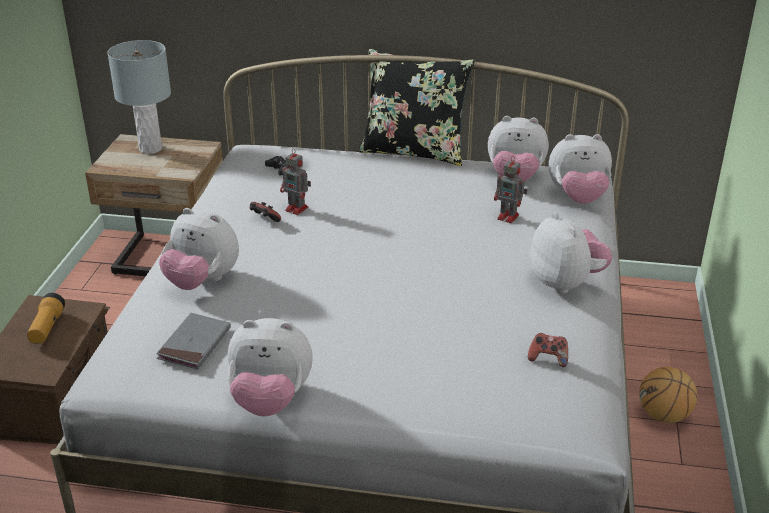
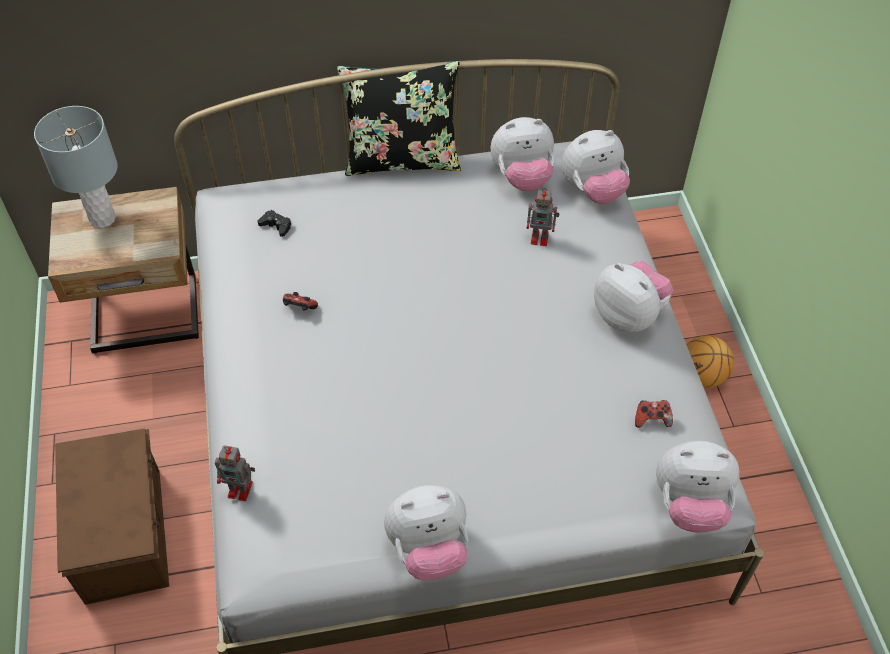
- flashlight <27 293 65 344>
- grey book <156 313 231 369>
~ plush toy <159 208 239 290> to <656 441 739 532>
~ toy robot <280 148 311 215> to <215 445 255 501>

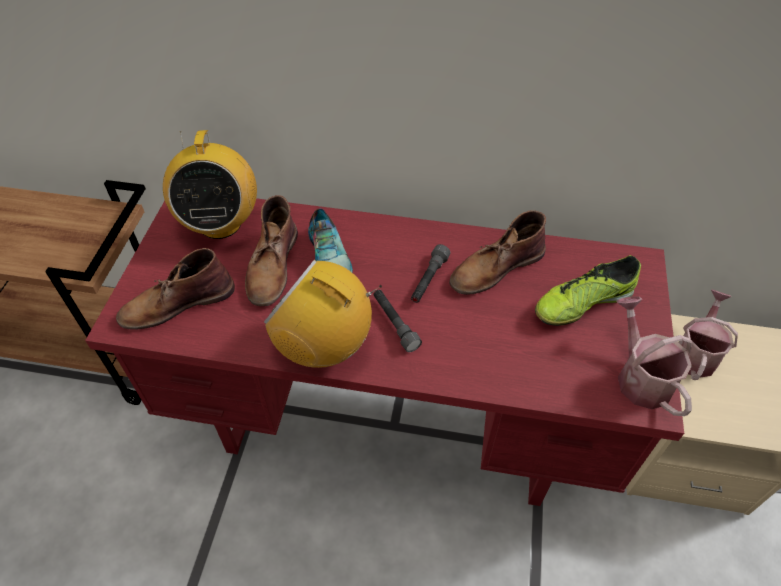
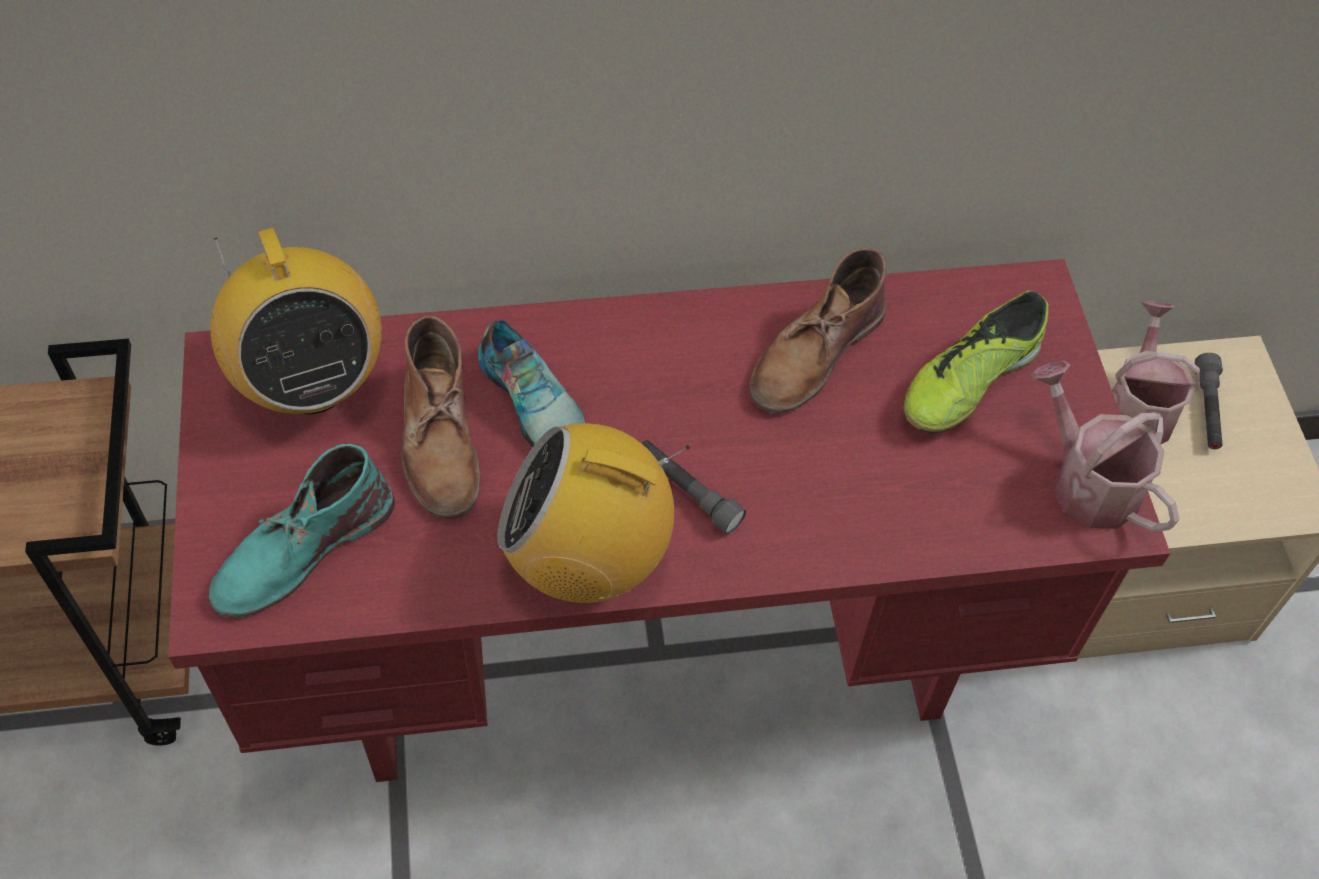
~ brown boot <116 248 235 330> to turquoise boot <208 444 395 618>
~ grey flashlight <411 244 450 303> to <1195 353 1223 449>

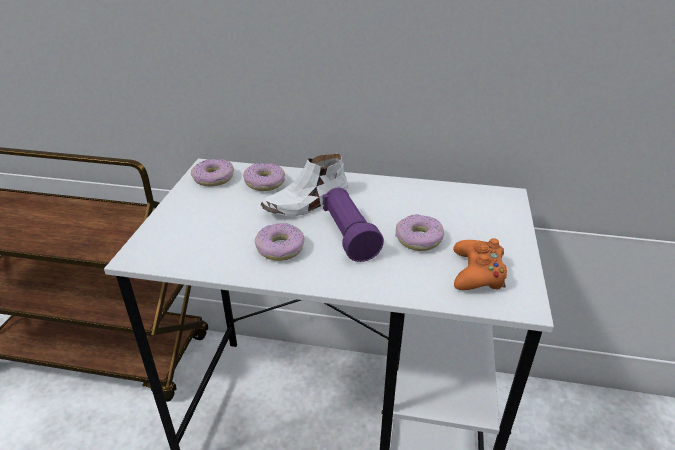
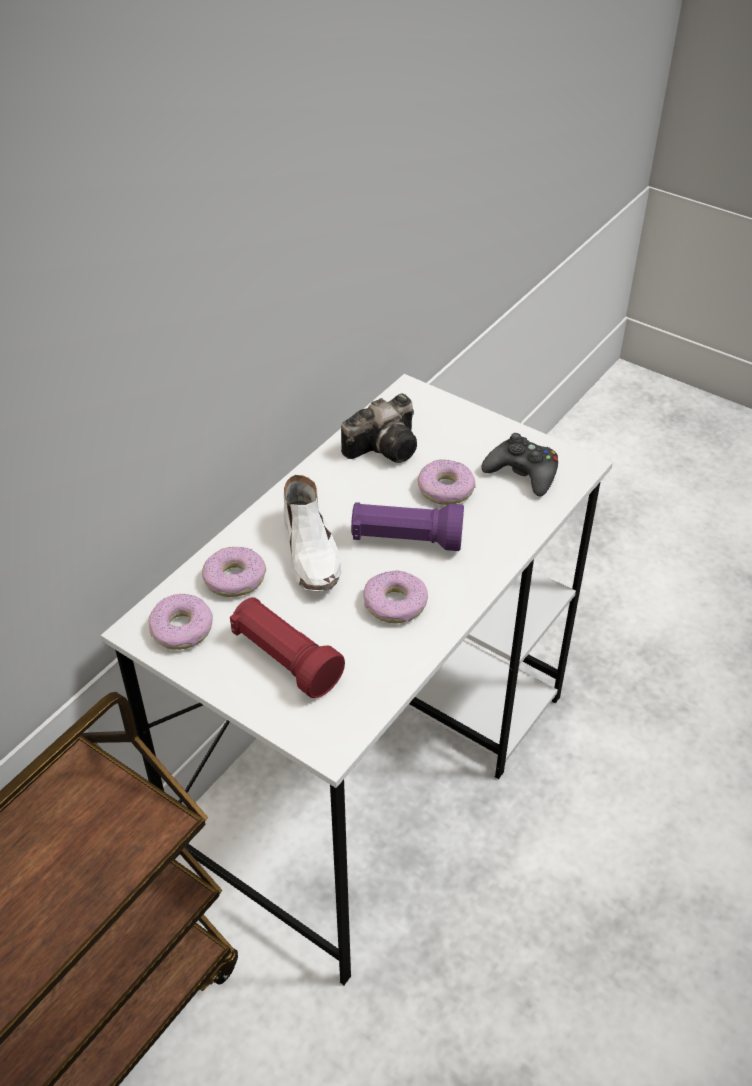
~ orange game controller <453 238 507 290> to black game controller <481 433 558 497>
+ red flashlight <230 597 345 698>
+ photo camera <341 394 417 463>

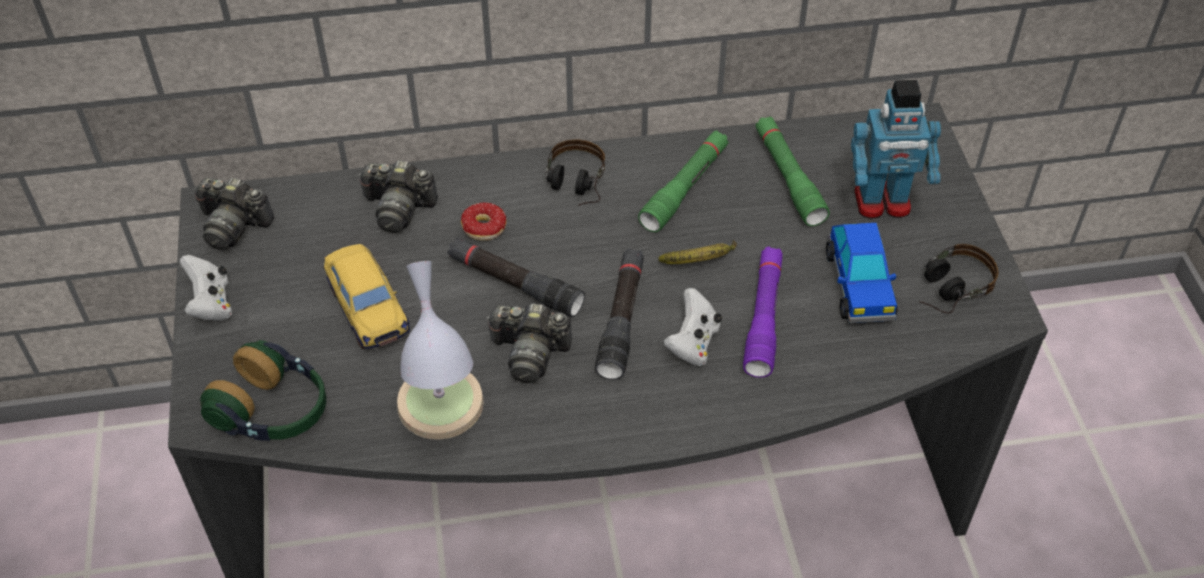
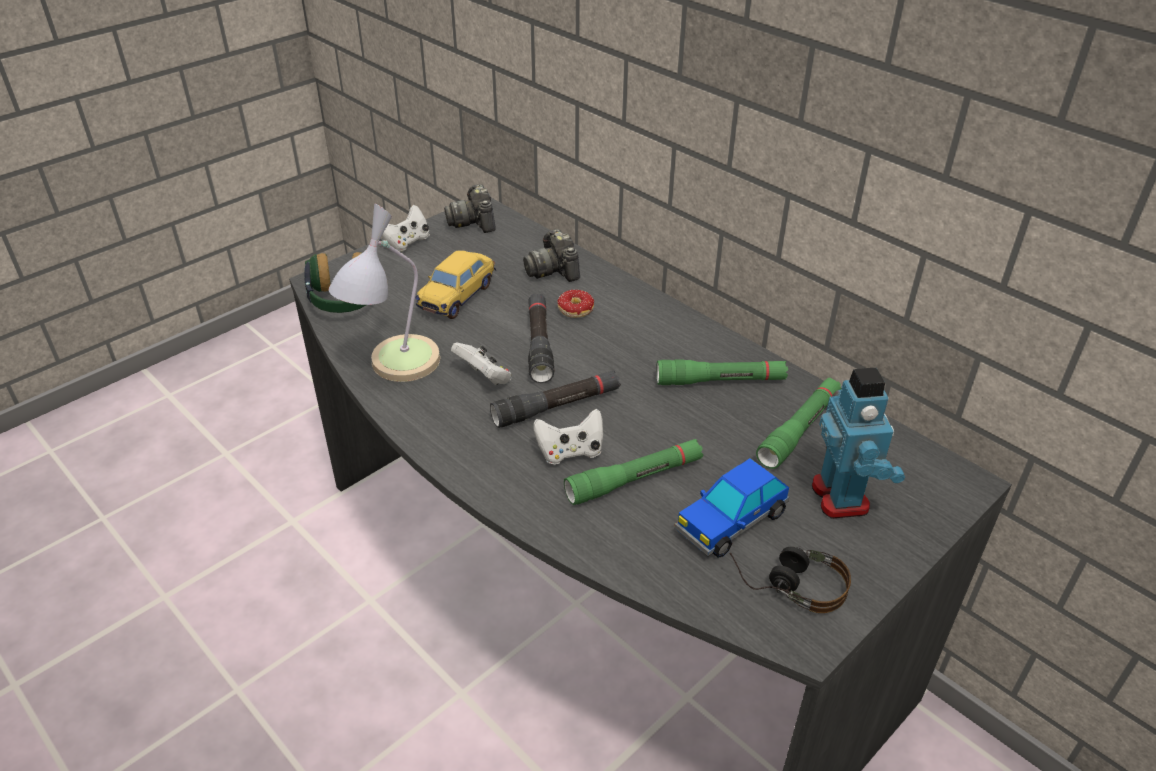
~ photo camera <487 303 572 383> to white game controller <451 342 511 385>
- headphones <545 139 605 206>
- banana <658 240 737 264>
~ purple flashlight <743 246 783 378> to green flashlight <564 439 703 505>
~ toy robot <851 80 941 219> = <812 368 905 519> 150 degrees counterclockwise

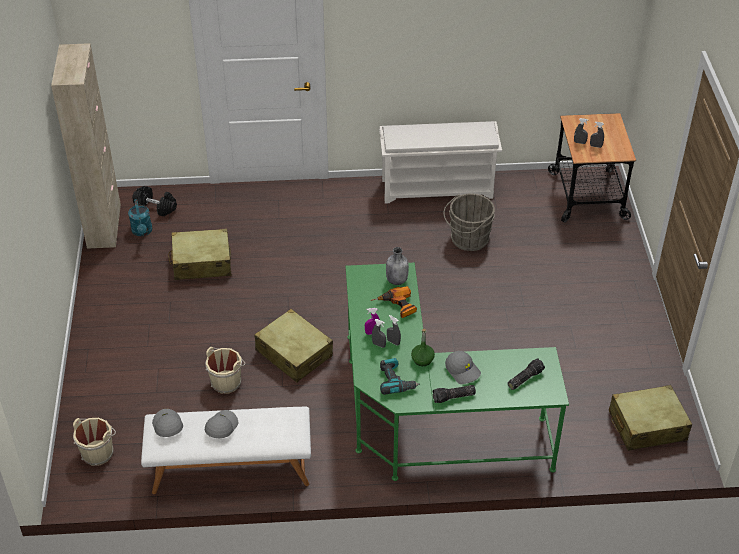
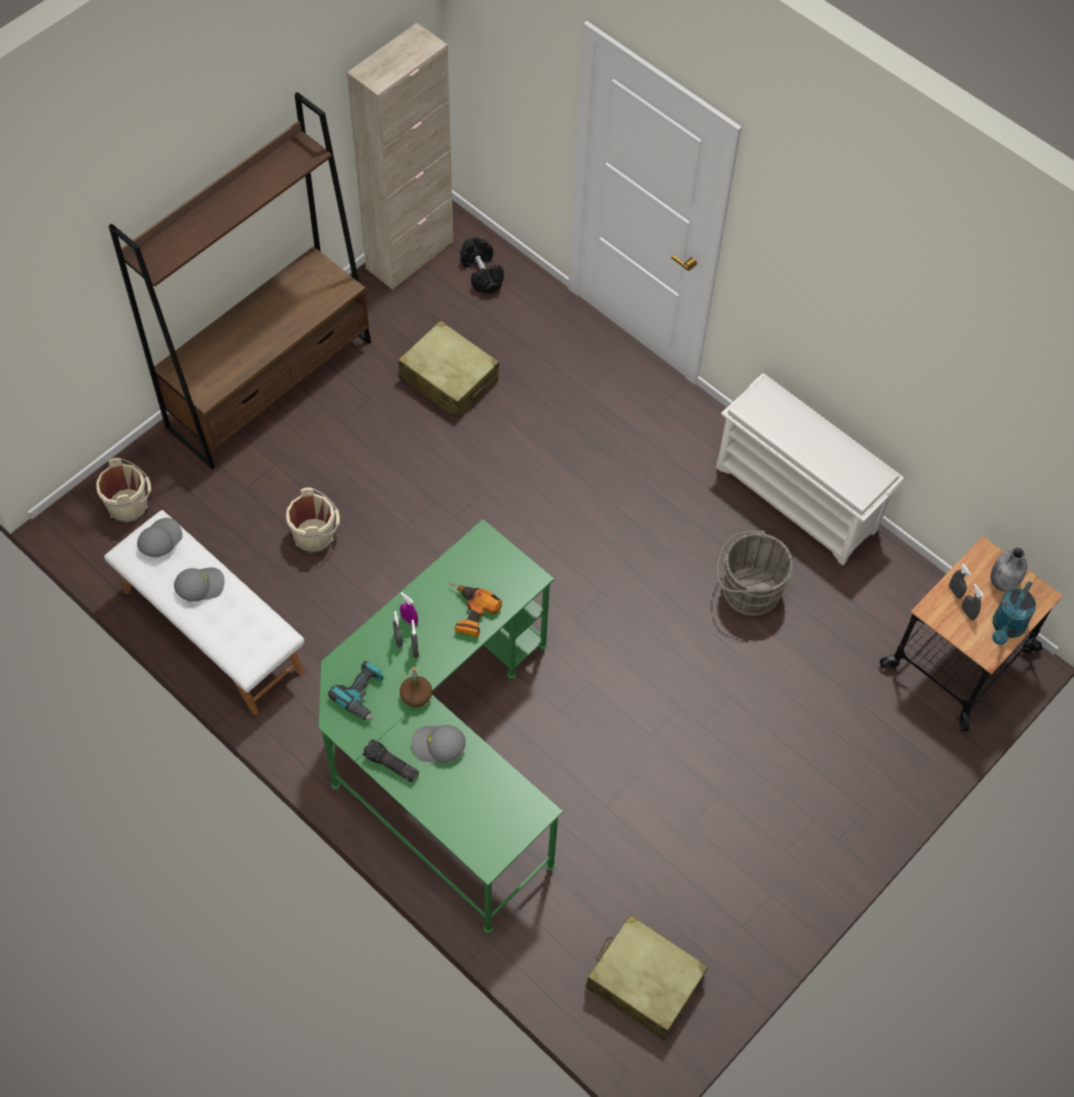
~ turquoise watering can <128 199 153 236> to <992 581 1036 645>
- beige suitcase <255 309 333 382>
~ grey bottle <386 247 409 285> to <991 547 1027 592>
~ green bottle <411 329 435 366> to brown bottle <400 667 432 707>
~ grey cap <445 351 481 384> = <411 725 466 763> 90 degrees clockwise
- flashlight <507 358 545 390>
+ brown bookcase <109 92 371 469>

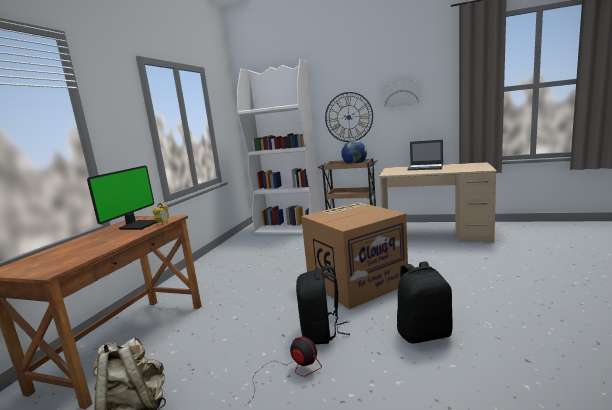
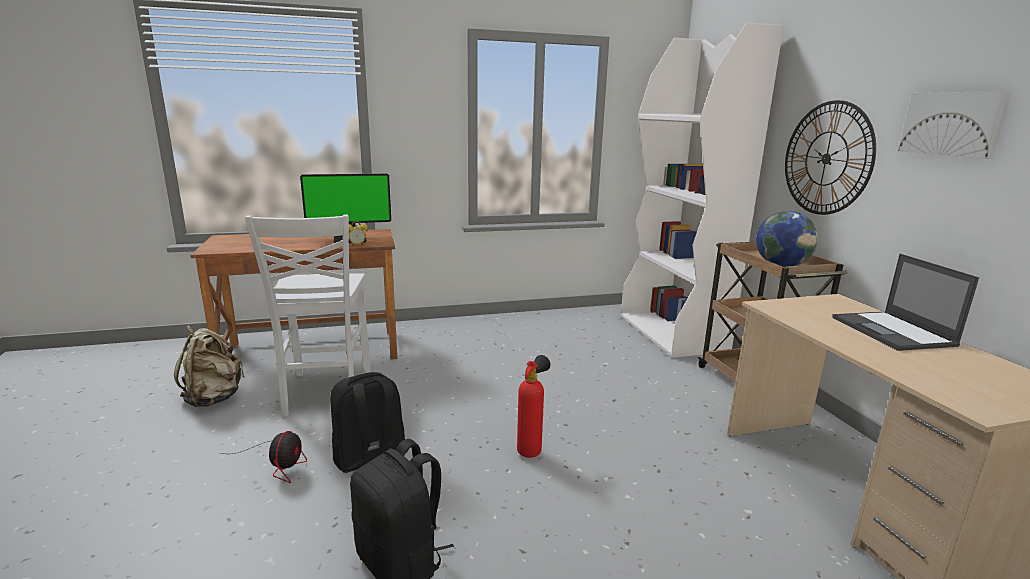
~ cardboard box <301 202 408 309> to fire extinguisher <517 355 550 458>
+ white chair <245 214 371 417>

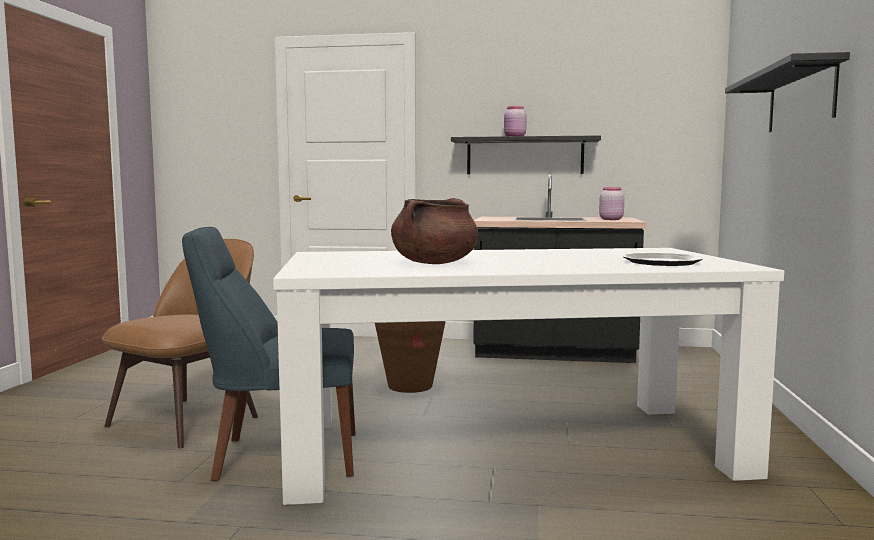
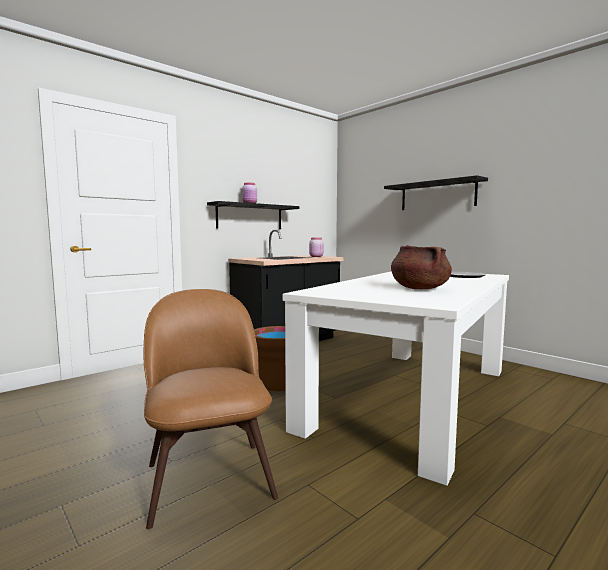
- blue chair <182 227 356 481>

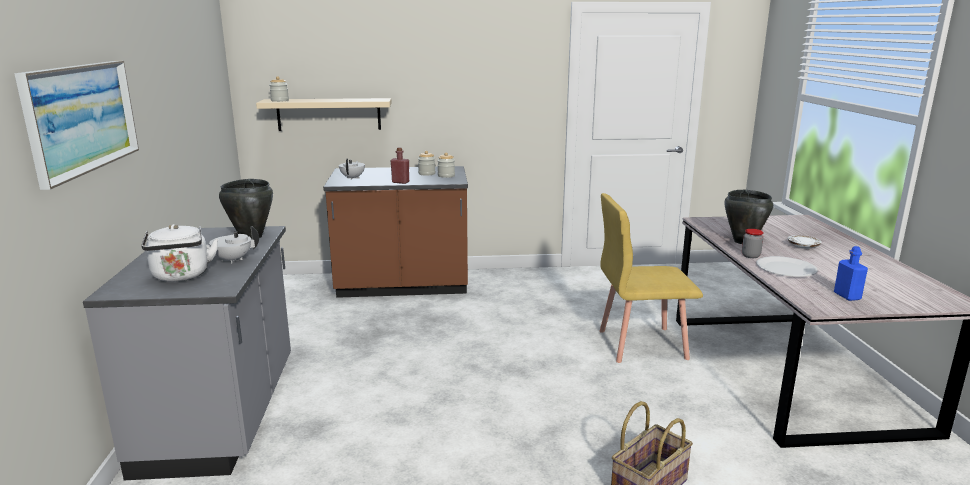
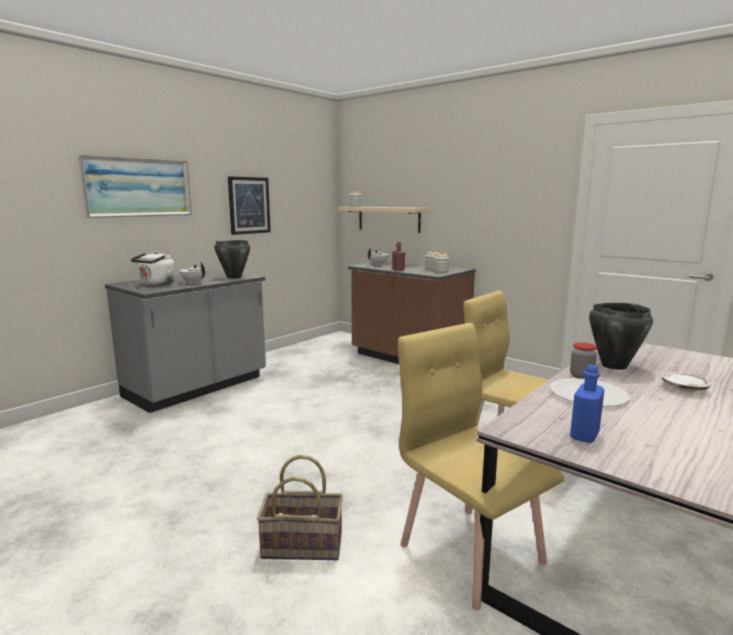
+ picture <228 176 271 235>
+ yellow chair <398 323 564 610>

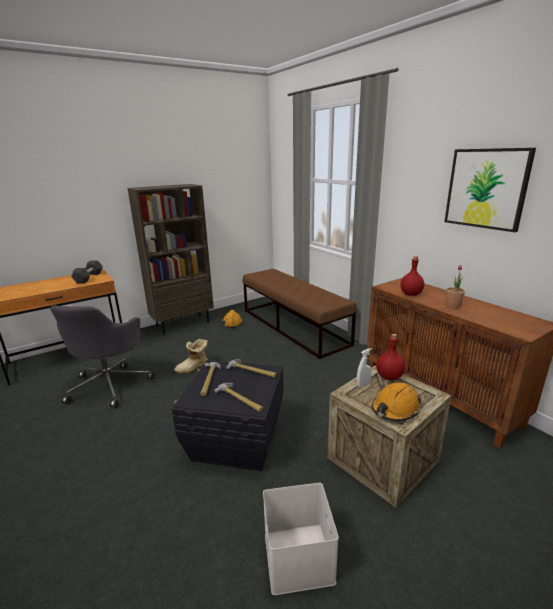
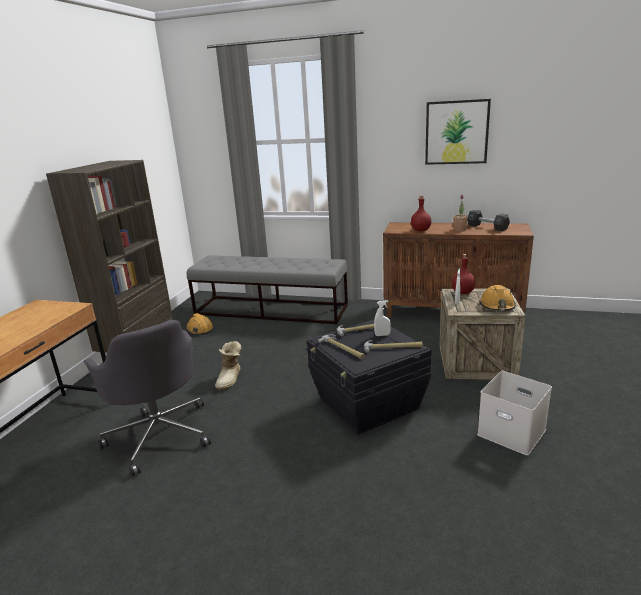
~ black dumbbell <71 260 103 283> to <467 210 510 232>
~ brown bench <243 269 357 359> to grey bench <187 255 348 325>
+ white spray bottle <374 300 391 336>

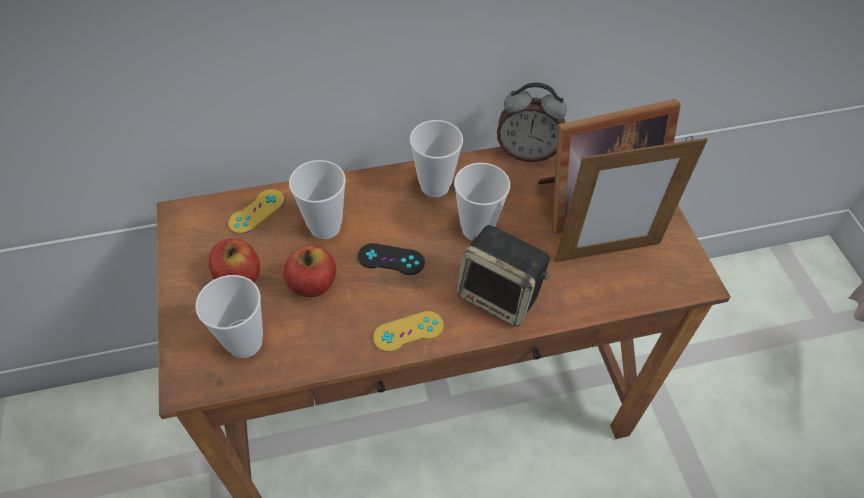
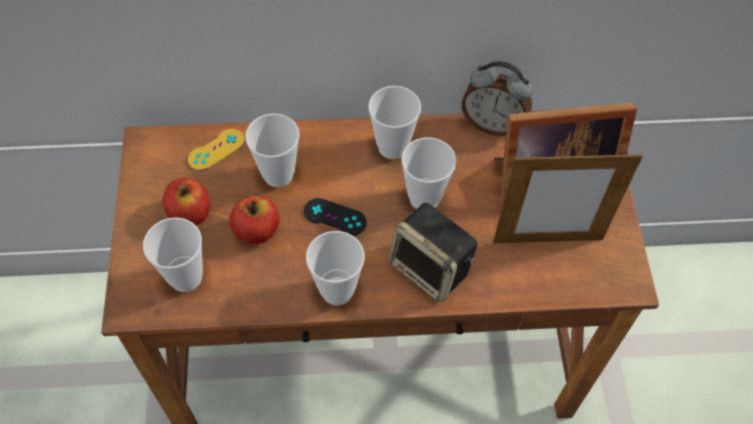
~ yellow game controller <373 311 443 352> to cup <306 231 365 305>

